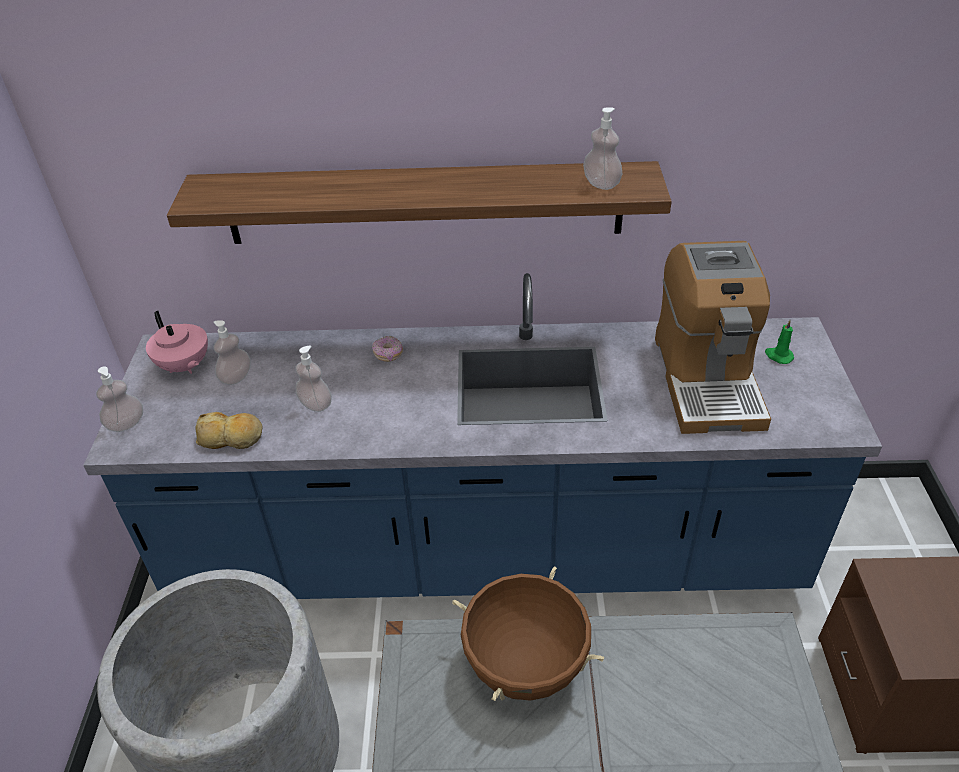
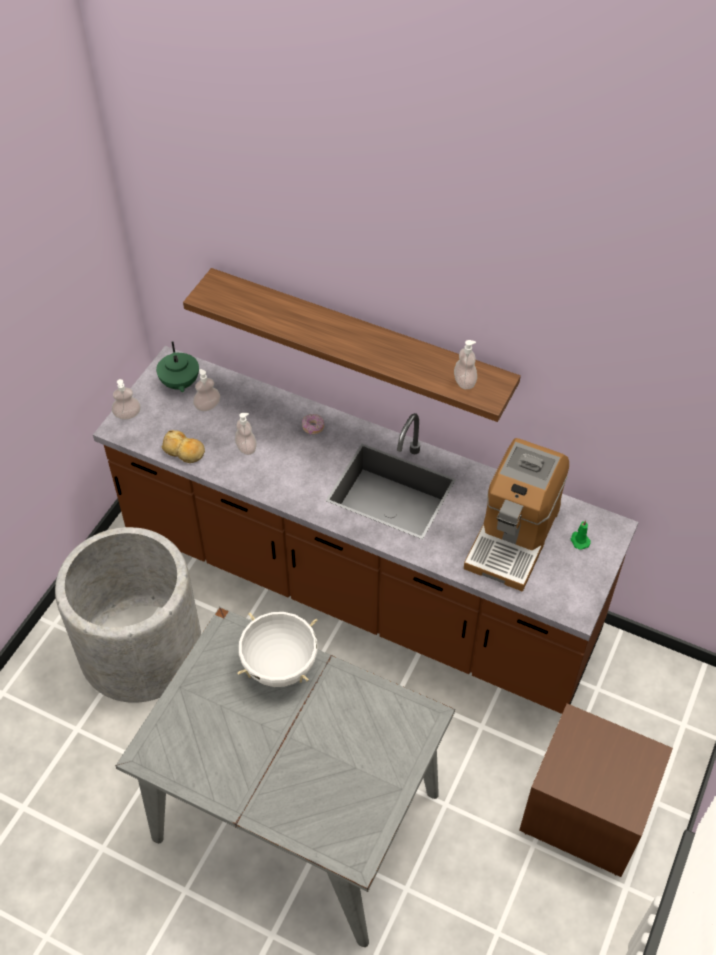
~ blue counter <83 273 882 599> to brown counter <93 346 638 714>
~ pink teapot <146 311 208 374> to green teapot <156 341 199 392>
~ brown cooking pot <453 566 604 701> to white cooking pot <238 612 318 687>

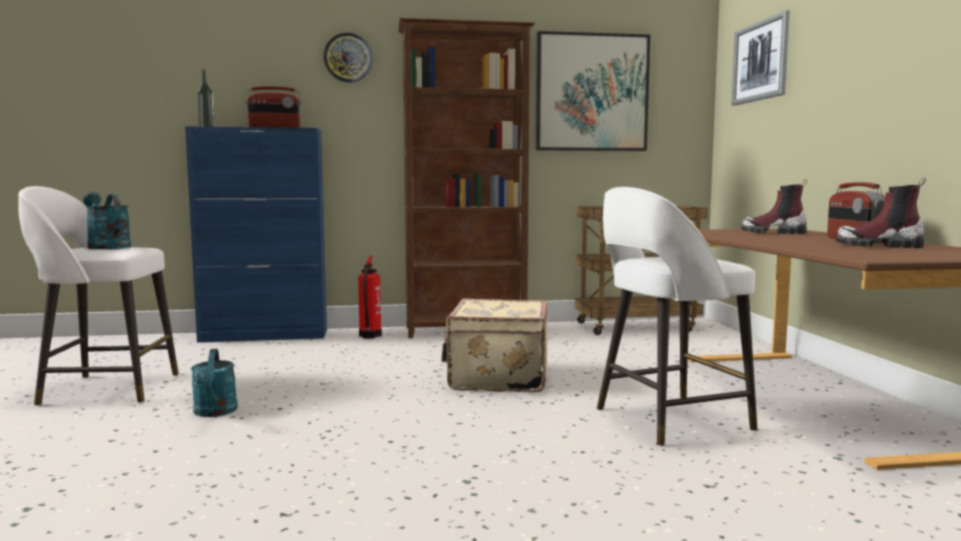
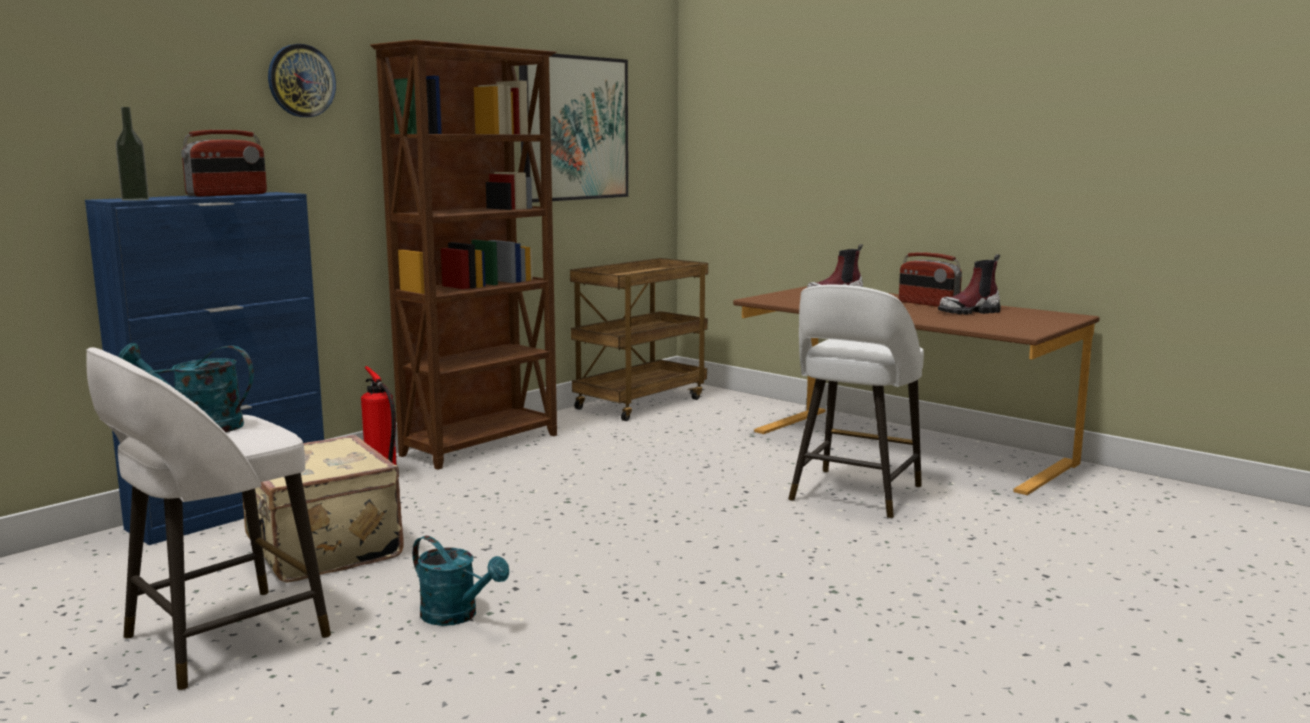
~ beige suitcase <441 298 547 392> to <242 435 404 583>
- picture <732 10 790 106>

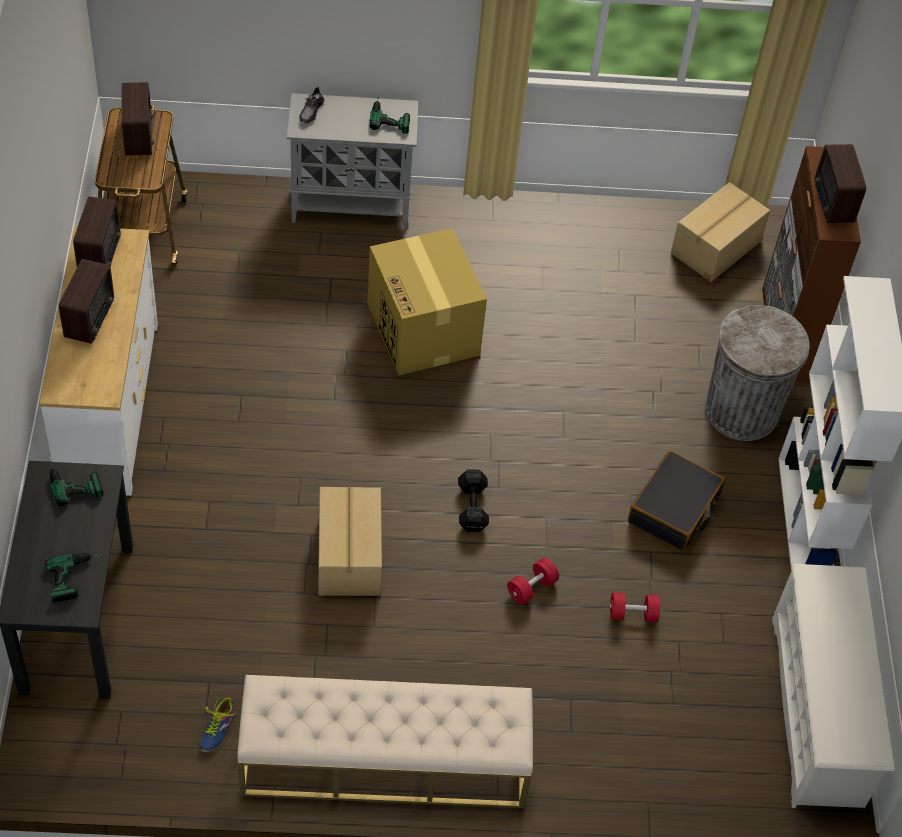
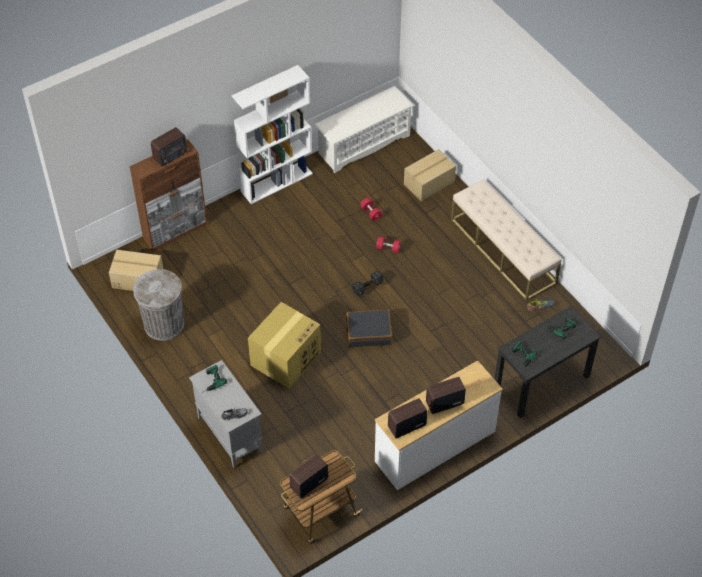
~ cardboard box <318 487 382 596> to <404 149 456 201>
~ black suitcase <628 450 725 551> to <346 310 392 347>
~ grey trash can <705 305 810 441> to <133 269 184 341>

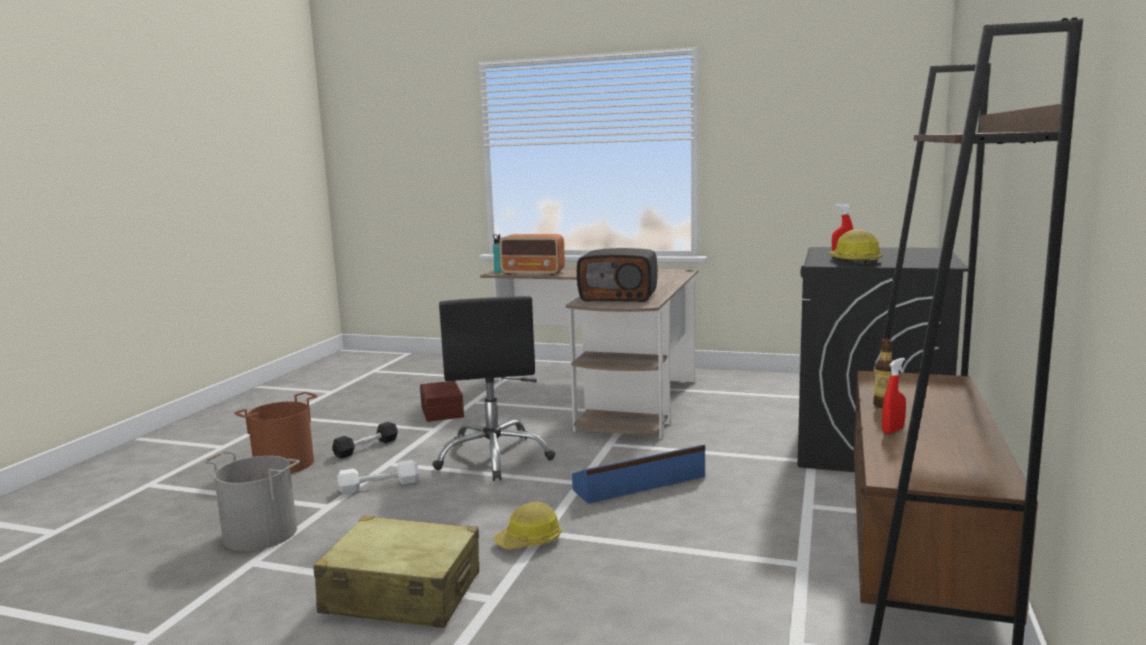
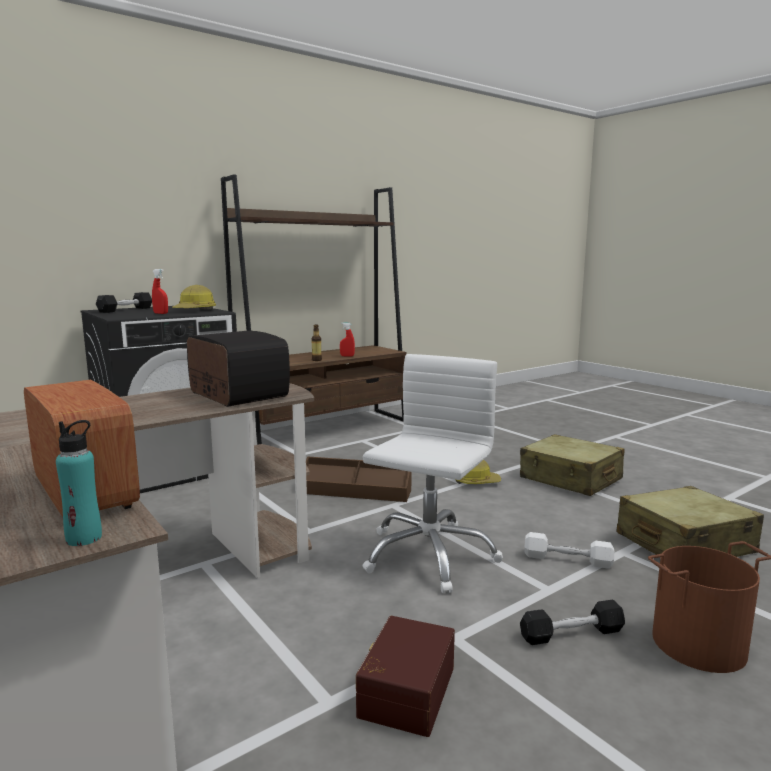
~ grey bucket <203 451 300 551> to beige suitcase <617 486 764 557>
~ black office chair <432 296 555 481> to white office chair <363 354 503 593>
~ blue storage box <572 445 705 504> to brown storage box <306 456 412 502>
+ black dumbbell <96 292 152 313>

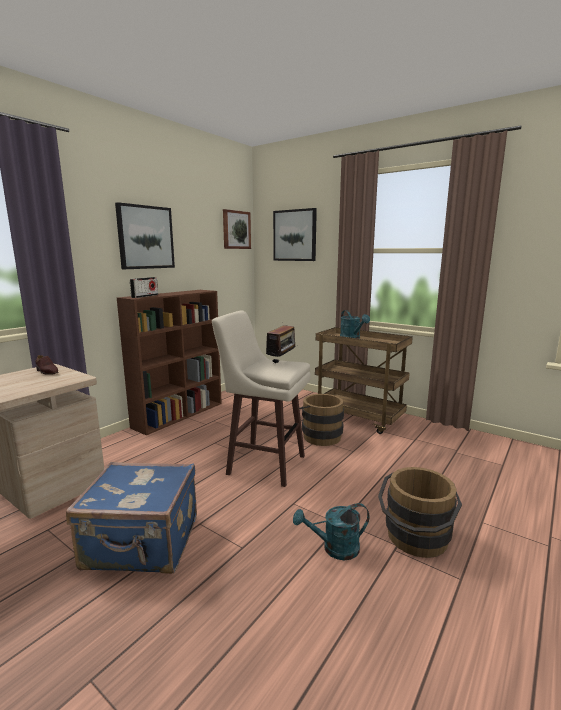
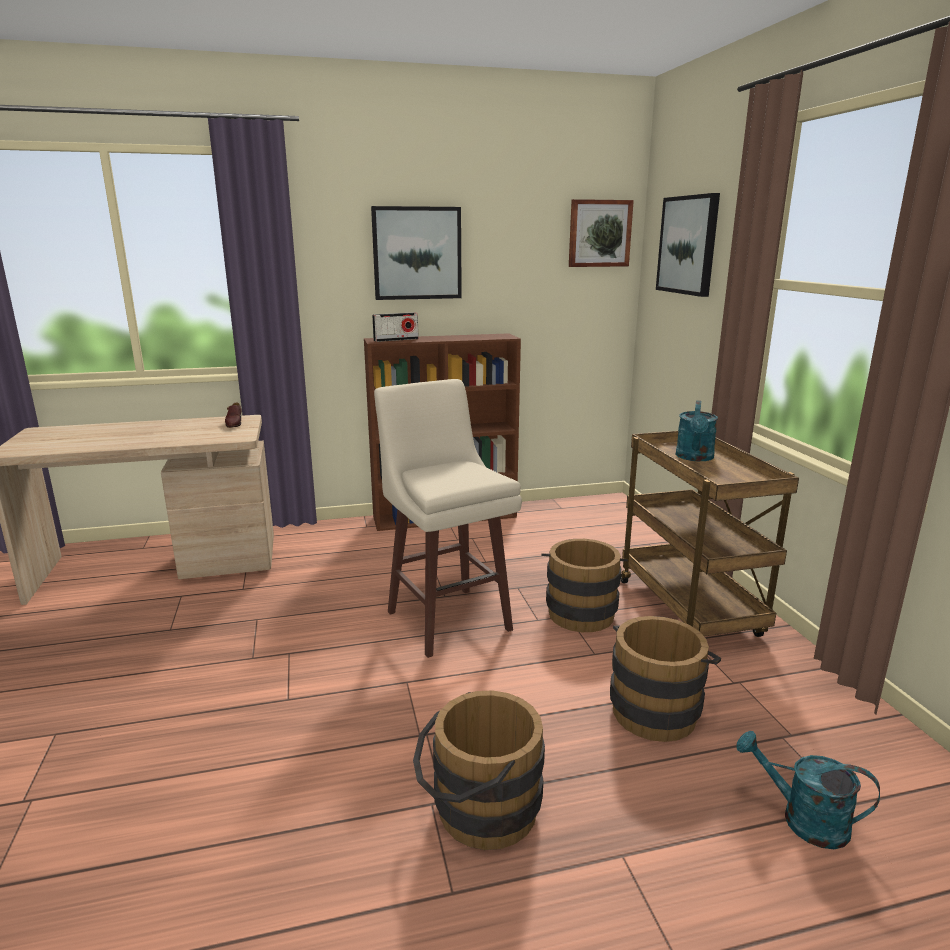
- blue suitcase <66 462 197 574>
- radio <266 321 296 363>
~ turquoise watering can <293 503 369 560> to <736 731 880 849>
+ brown bucket <610 616 721 742>

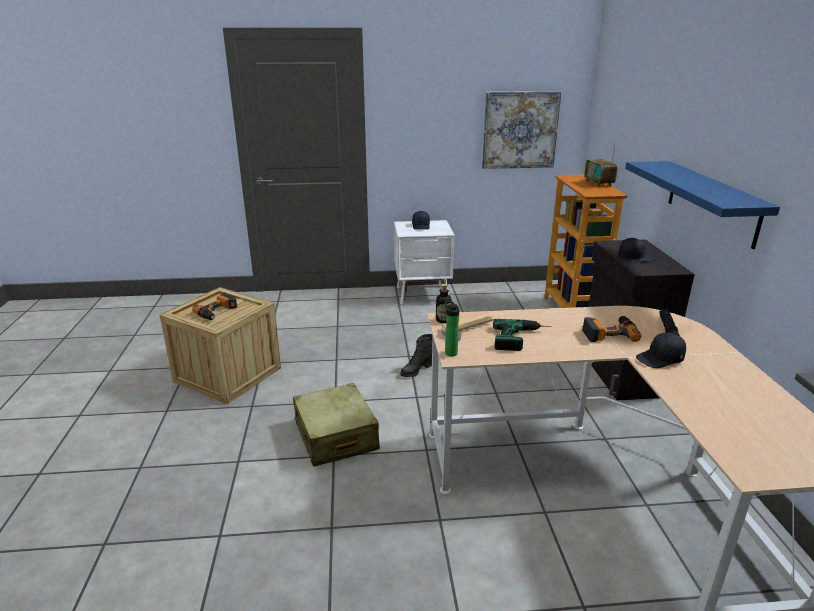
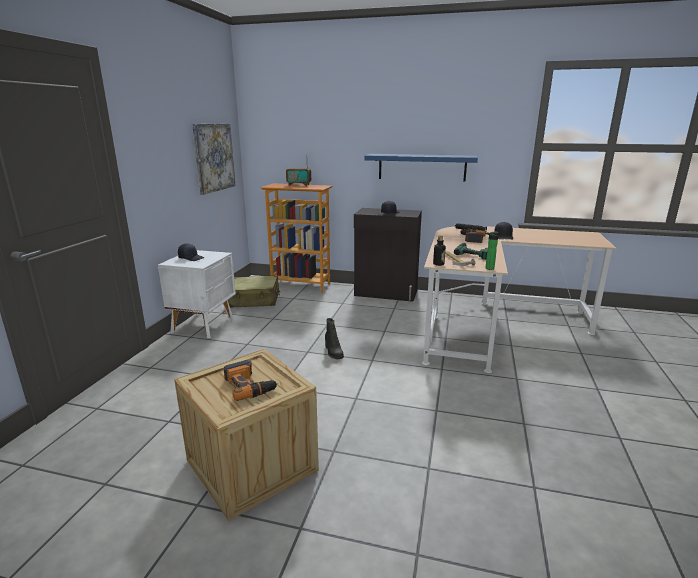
~ beige suitcase <293 383 380 467> to <228 275 280 308>

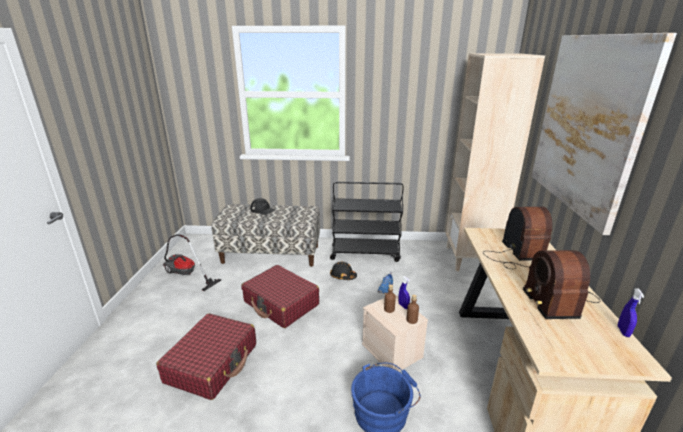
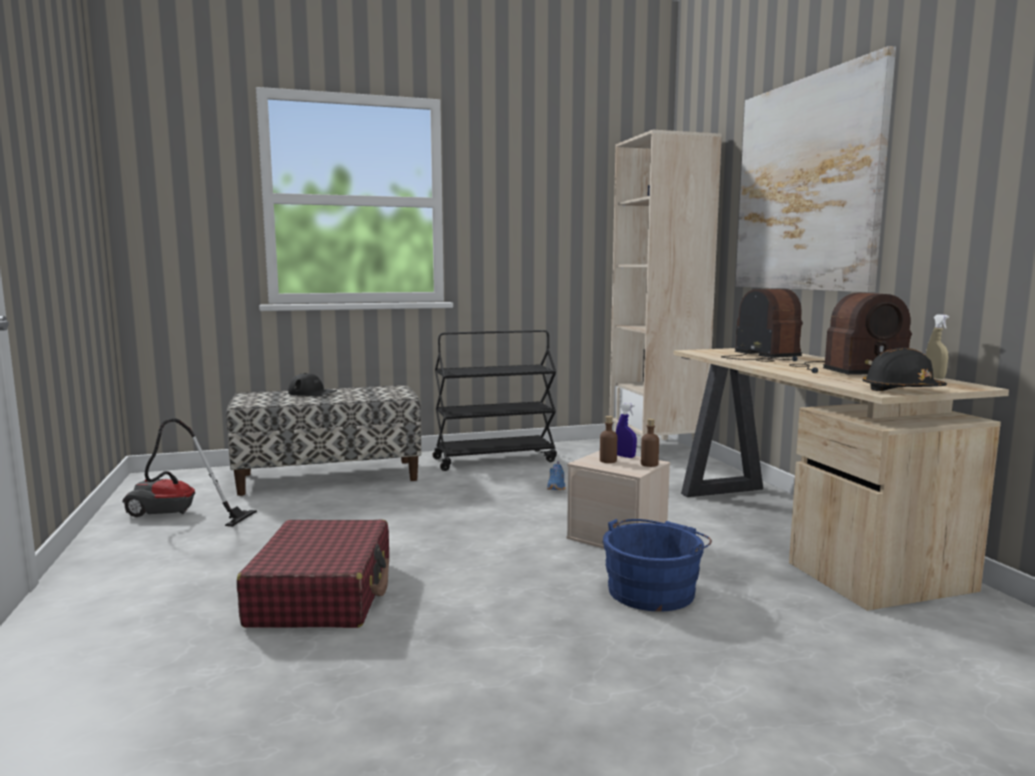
- red suitcase <241 265 319 328>
~ black hard hat <330 262 357 280> to <863 348 947 391>
~ radio <523 250 600 319> = <790 292 912 375> 75 degrees counterclockwise
~ blue spray bottle <618 289 644 337> to beige spray bottle <926 314 949 379>

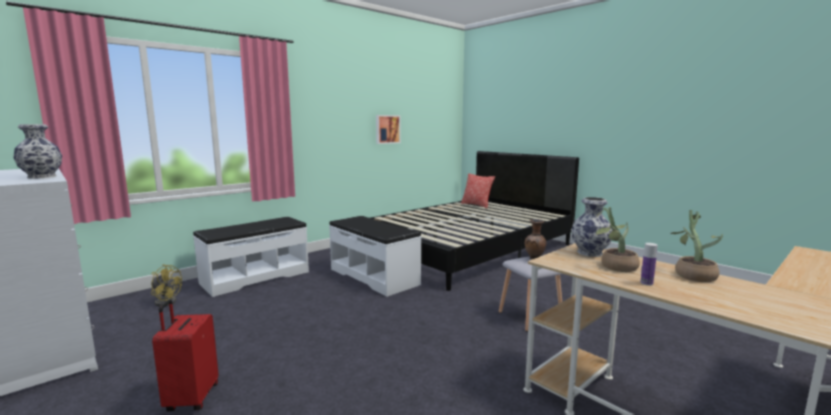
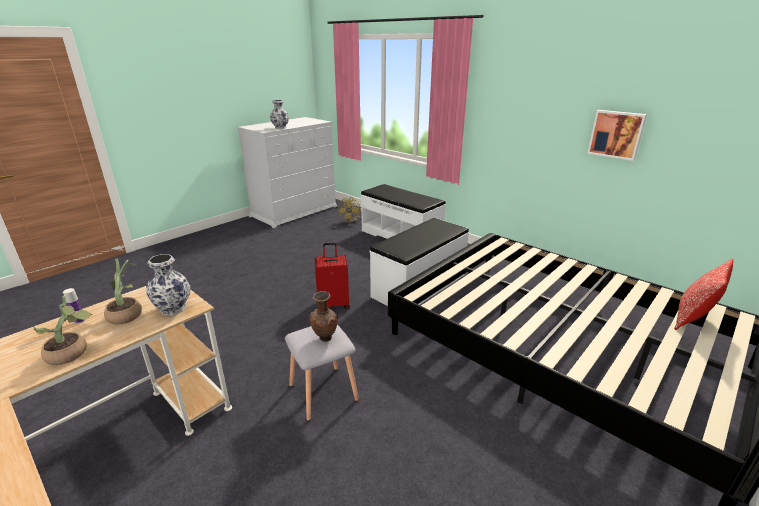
~ red suitcase <152 299 218 412> to <315 243 350 309>

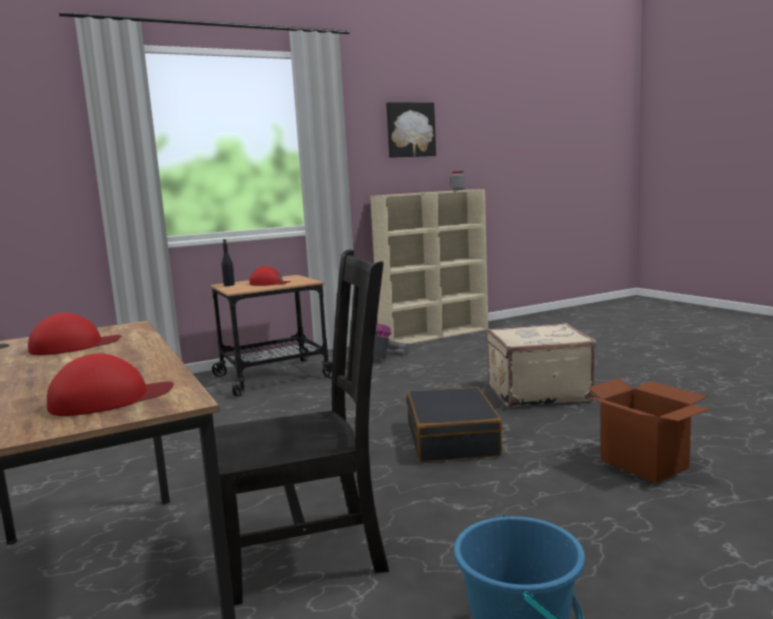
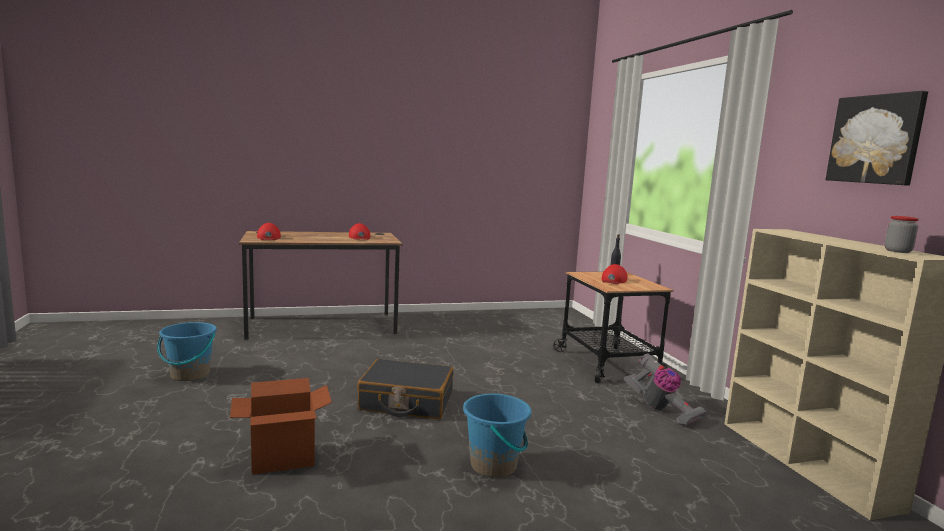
- black chair <214 249 389 605>
~ beige suitcase <487 323 596 408> to blue bucket <463 393 531 478>

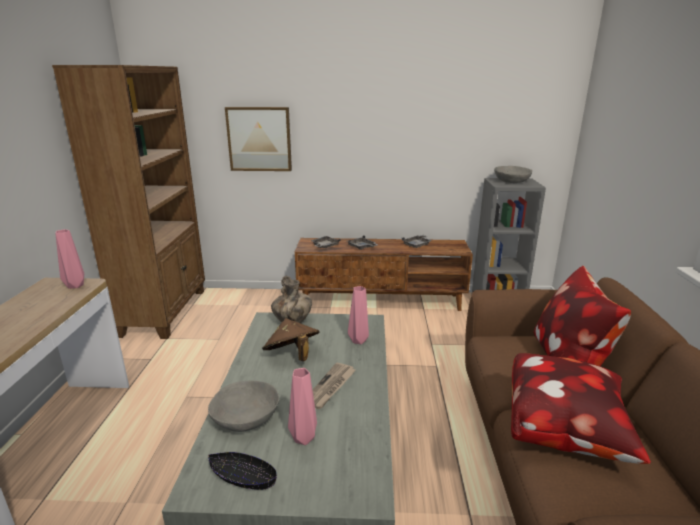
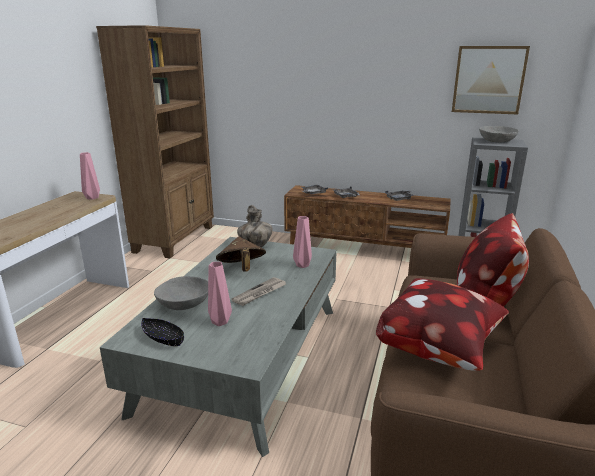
~ picture <225 107 292 171> to <452 46 530 114>

